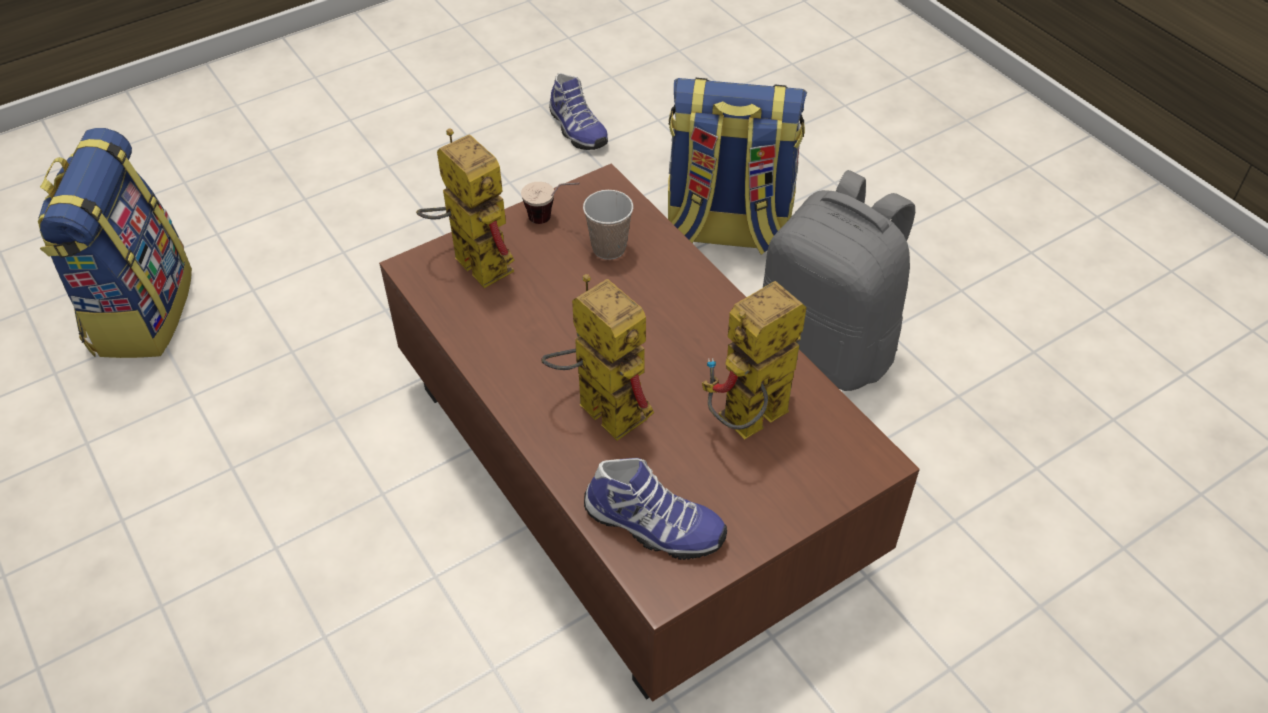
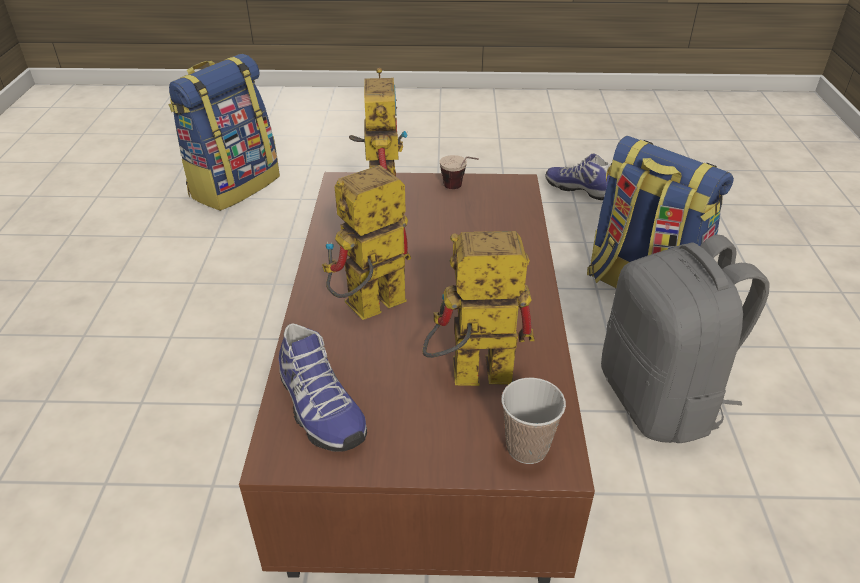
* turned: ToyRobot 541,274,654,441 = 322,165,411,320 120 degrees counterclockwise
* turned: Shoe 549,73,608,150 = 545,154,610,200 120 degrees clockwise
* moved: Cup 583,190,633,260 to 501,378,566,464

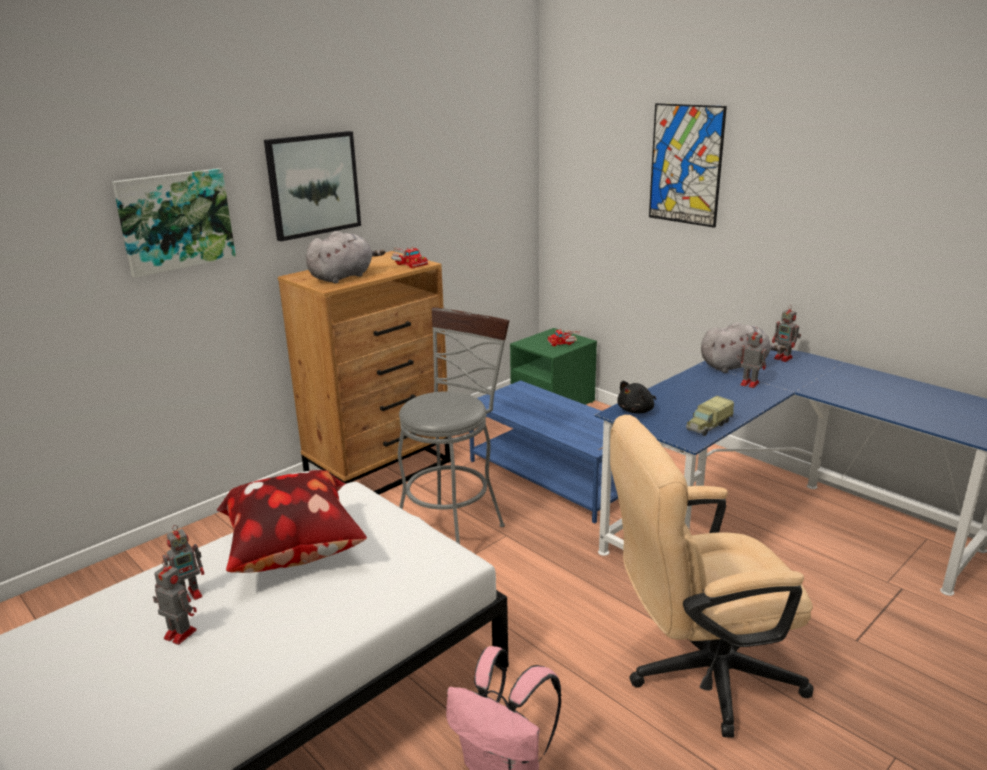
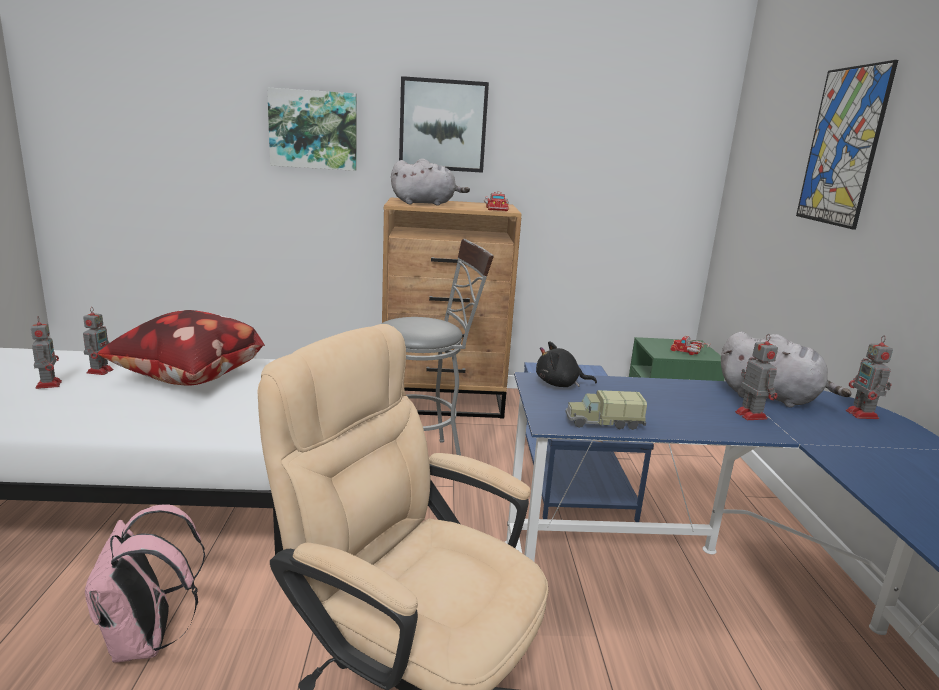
* turned: ToyRobot 162,525,204,603 = 83,307,113,375 90 degrees counterclockwise

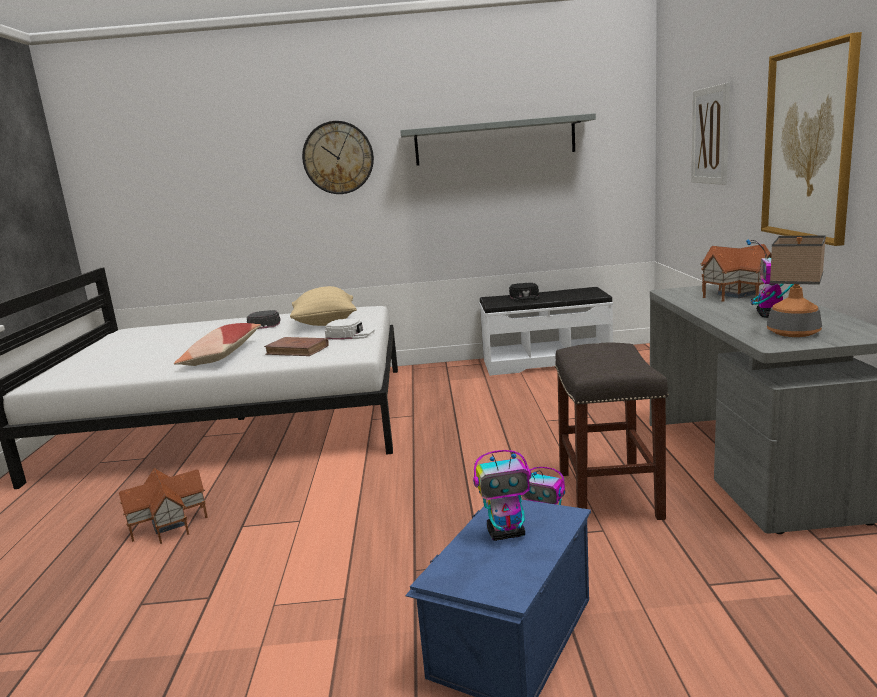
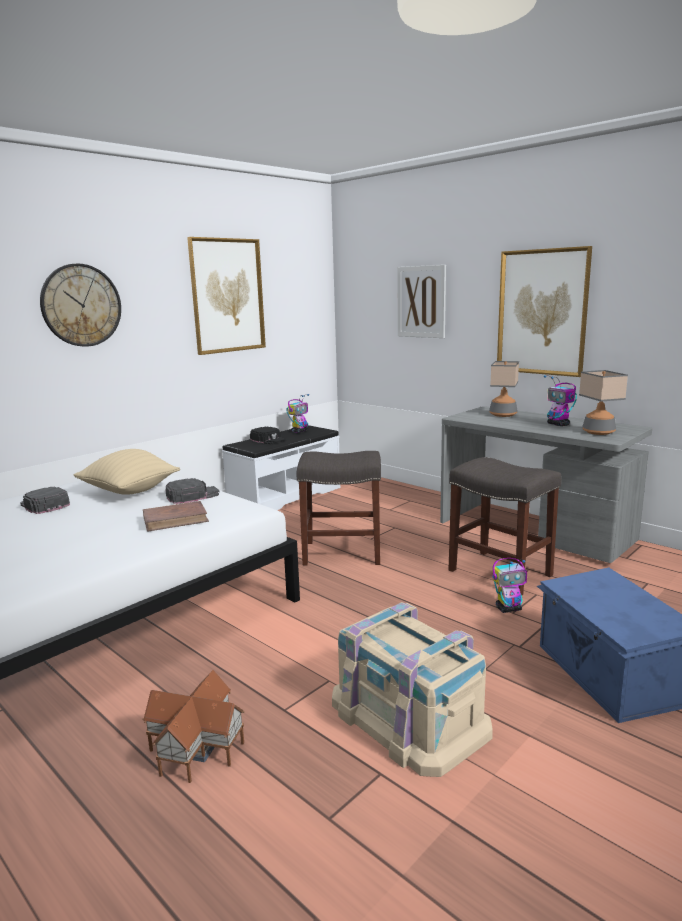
* removed: Pillow 174,323,261,366
* recoloured: WhiteCap 325,319,375,340 to BlackCap 165,478,220,504
* replaced: GreyShelf 400,113,596,165 to Picture 187,237,266,355
* moved: ToyRobot 473,450,531,541 to 286,394,309,433
* replaced: ToyHouse 701,244,771,302 to TableLamp 489,361,519,417
* added: GreyStool 296,451,381,565
* added: BeigeStorageBox 332,602,493,777

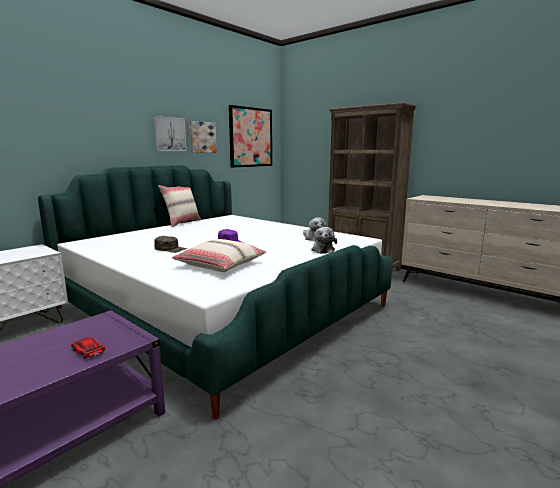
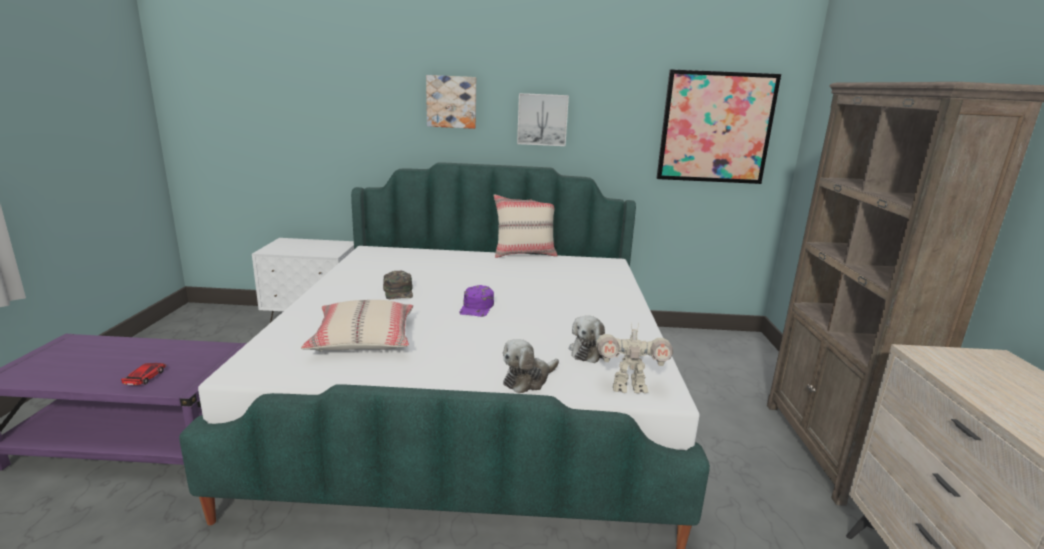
* moved: Picture 189,121,217,153 to 426,75,476,129
* added: ToyRobot 596,323,673,394

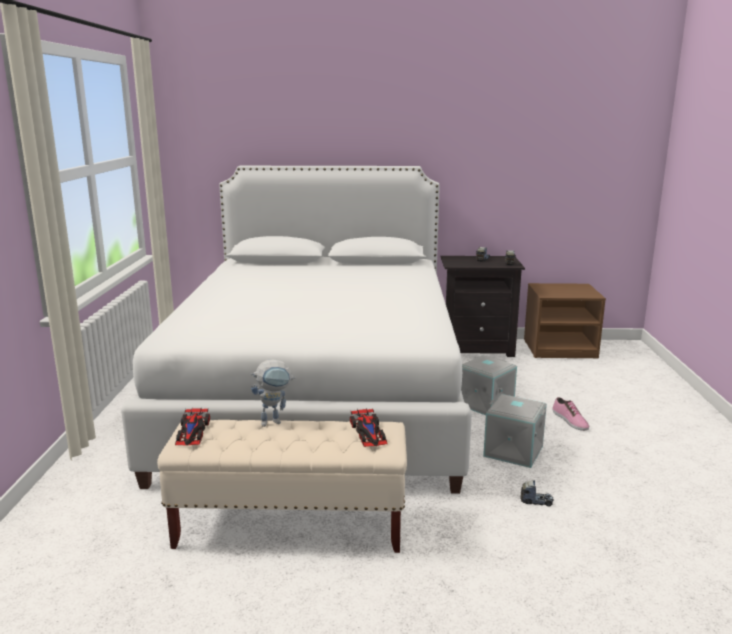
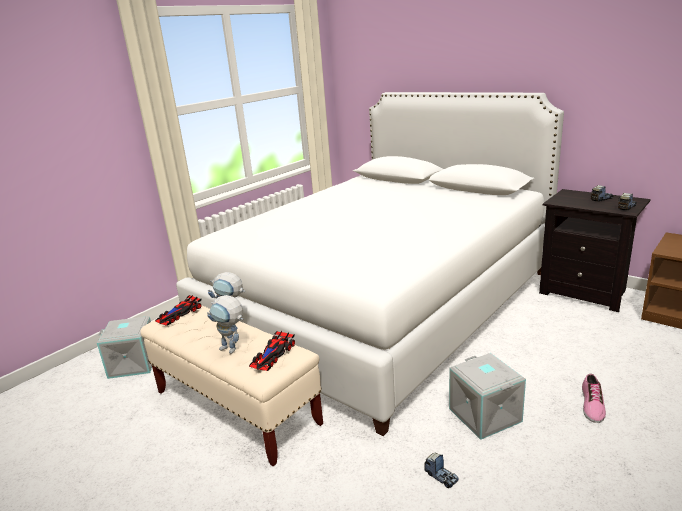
* moved: GreyStorageBox 461,355,517,415 to 97,316,152,379
* added: ToyRobot 207,295,244,354

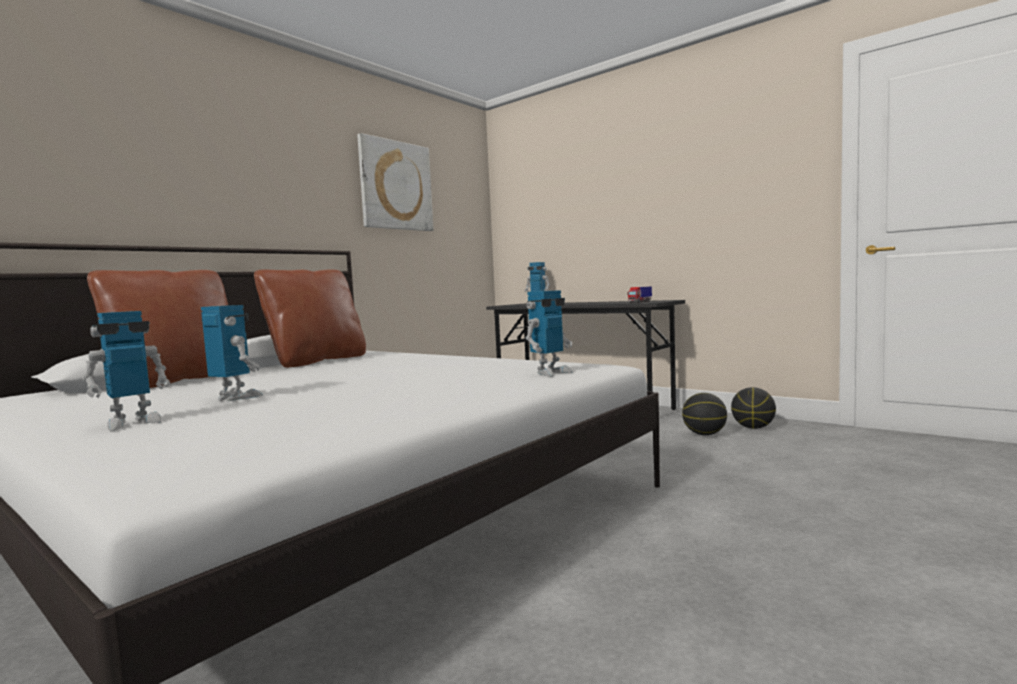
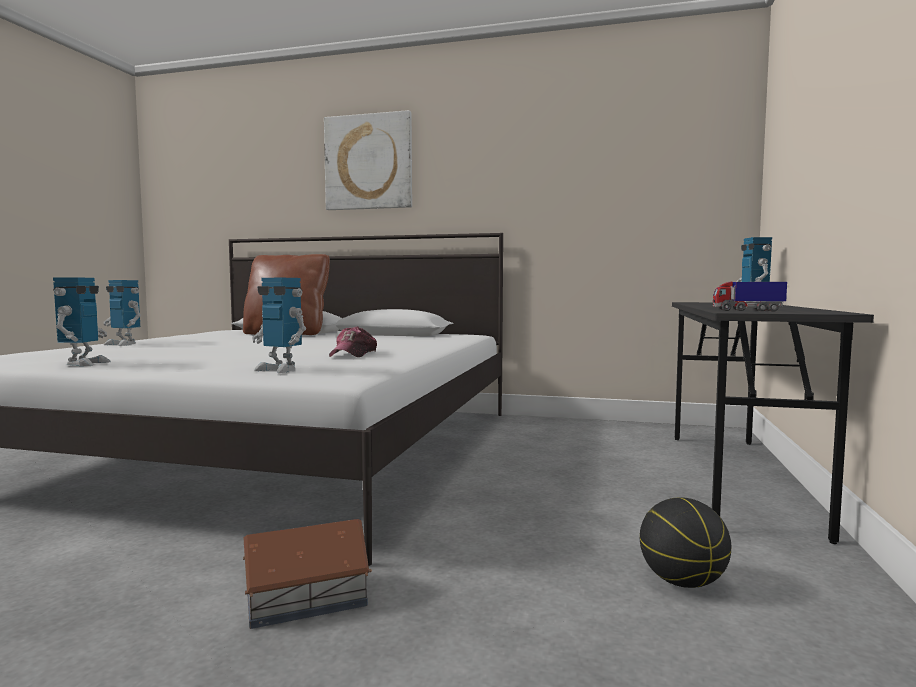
* moved: ToyRobot 201,305,263,401 to 53,277,111,366
* removed: BrownPillow 254,269,366,368
* moved: Picture 357,133,434,231 to 324,110,412,210
* removed: Basketball 731,387,776,429
* added: ToyHouse 243,519,372,629
* added: Cap 329,327,377,357

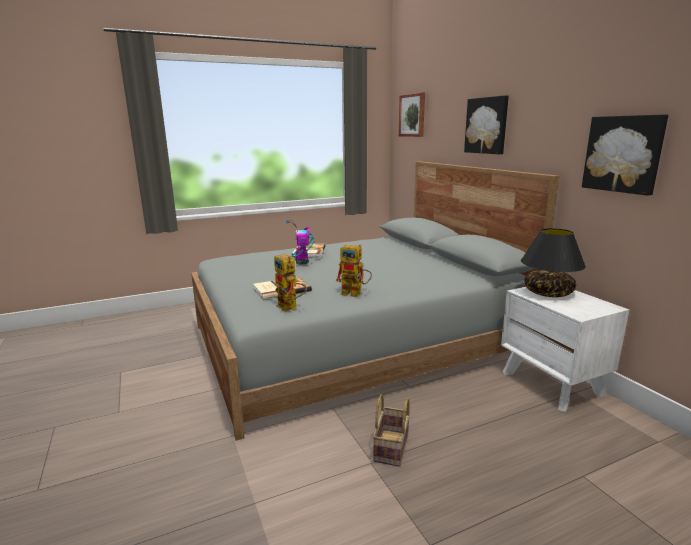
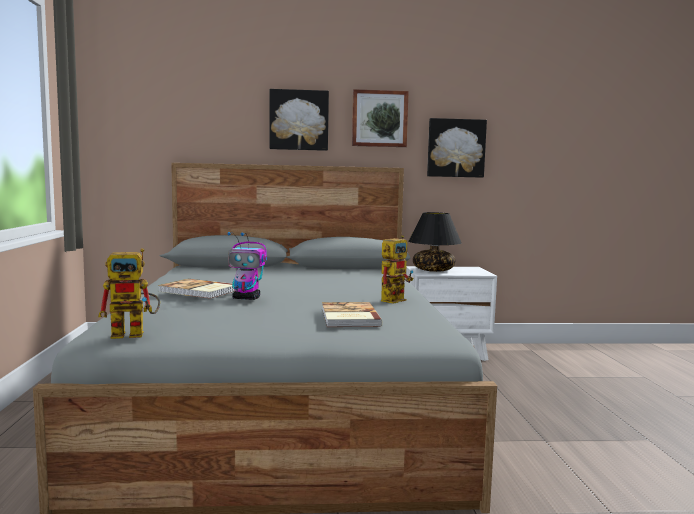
* moved: ToyRobot 274,254,307,312 to 98,248,160,339
* removed: Basket 373,394,410,467
* moved: Picture 399,93,425,137 to 352,89,409,147

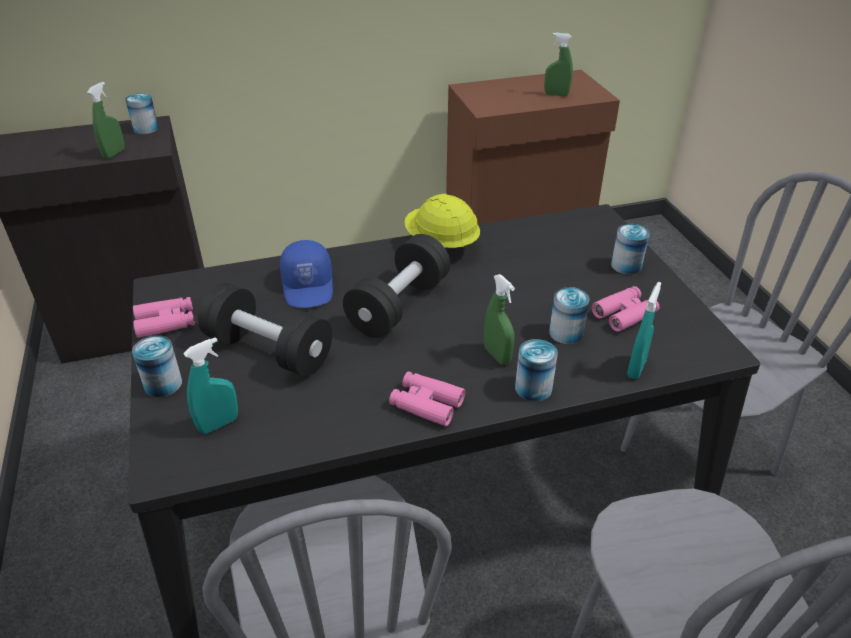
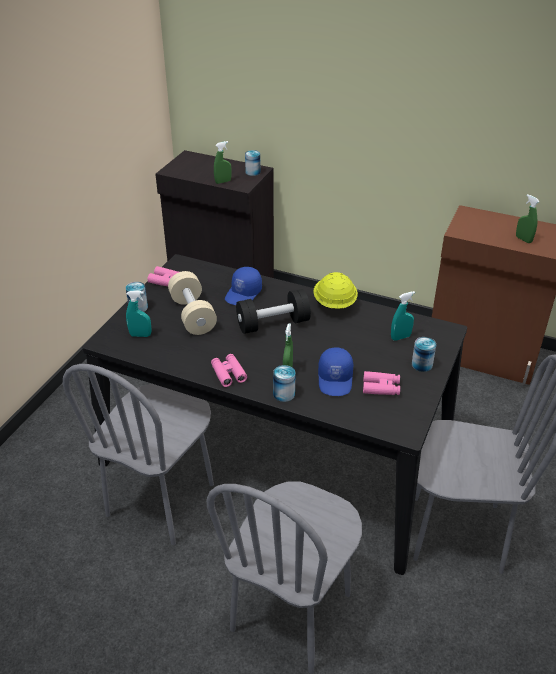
* recoloured: BlackDumbbell 198,283,332,377 to BeigeDumbbell 168,271,217,335
* replaced: Can 549,287,589,344 to BlueCap 318,347,353,396
* moved: TurquoiseSprayBottle 627,282,661,379 to 391,291,415,341

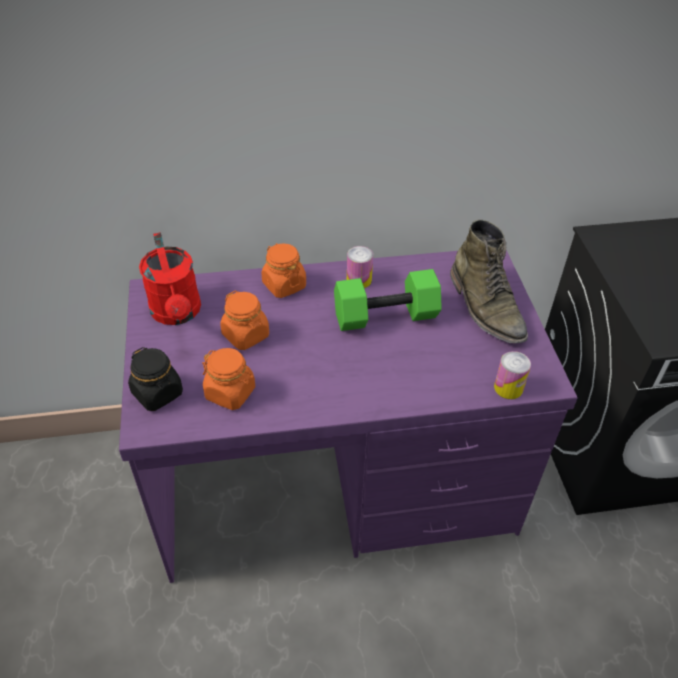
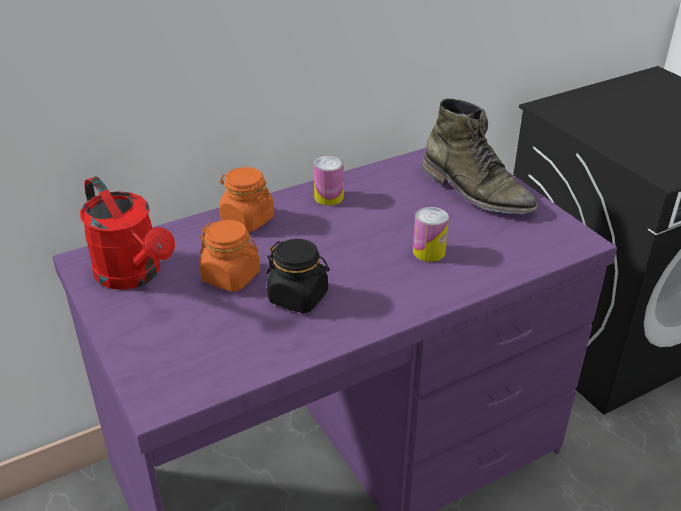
* moved: BlackJar 128,347,183,411 to 267,239,330,313
* removed: OrangeJar 202,348,255,410
* removed: GreenDumbbell 334,269,442,331
* moved: Can 494,351,531,399 to 413,207,449,262

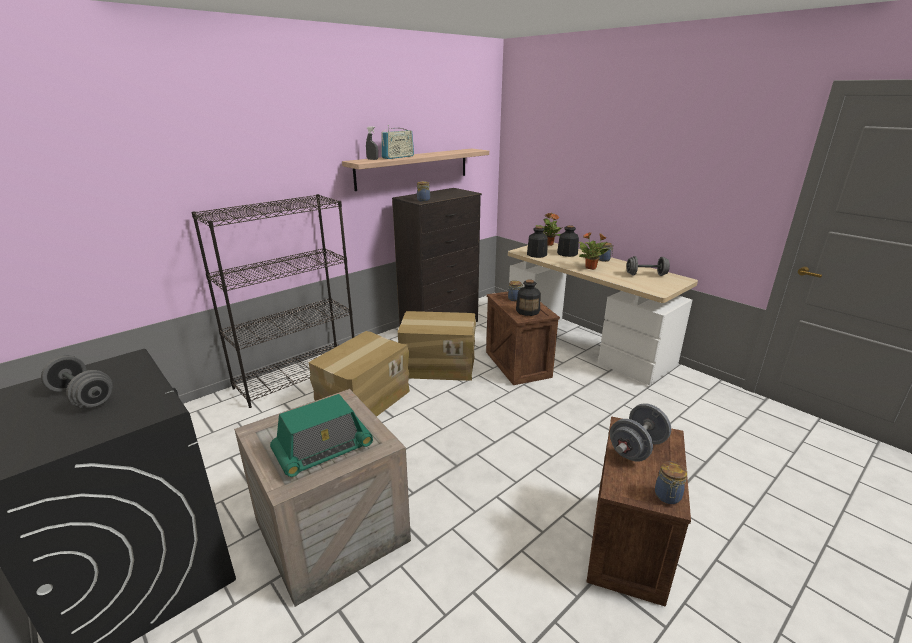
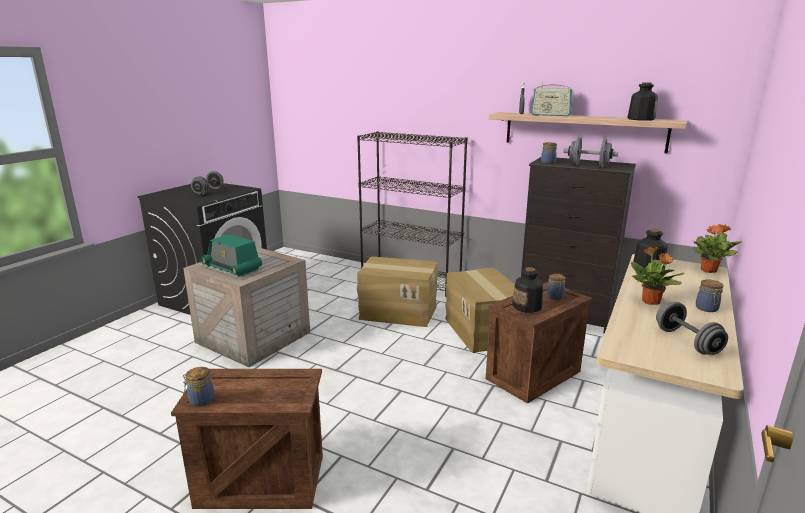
* moved: Bottle 557,225,579,257 to 627,82,658,121
* moved: GreyDumbbell 610,403,671,462 to 564,137,618,168

